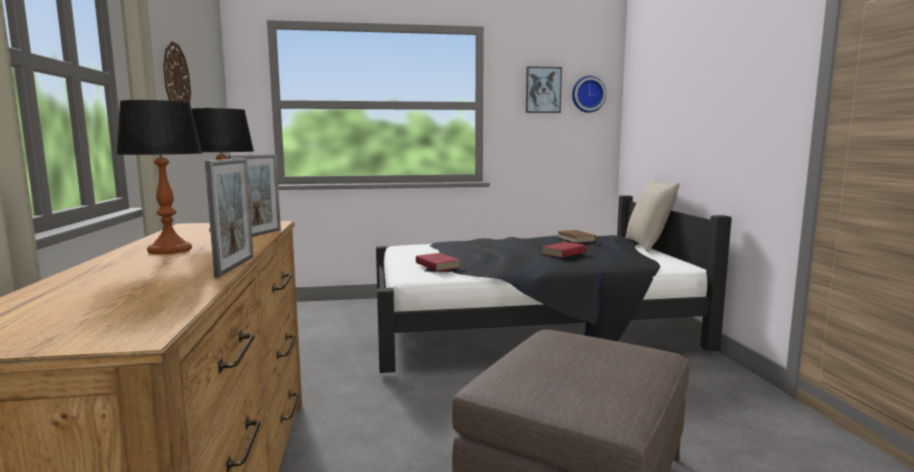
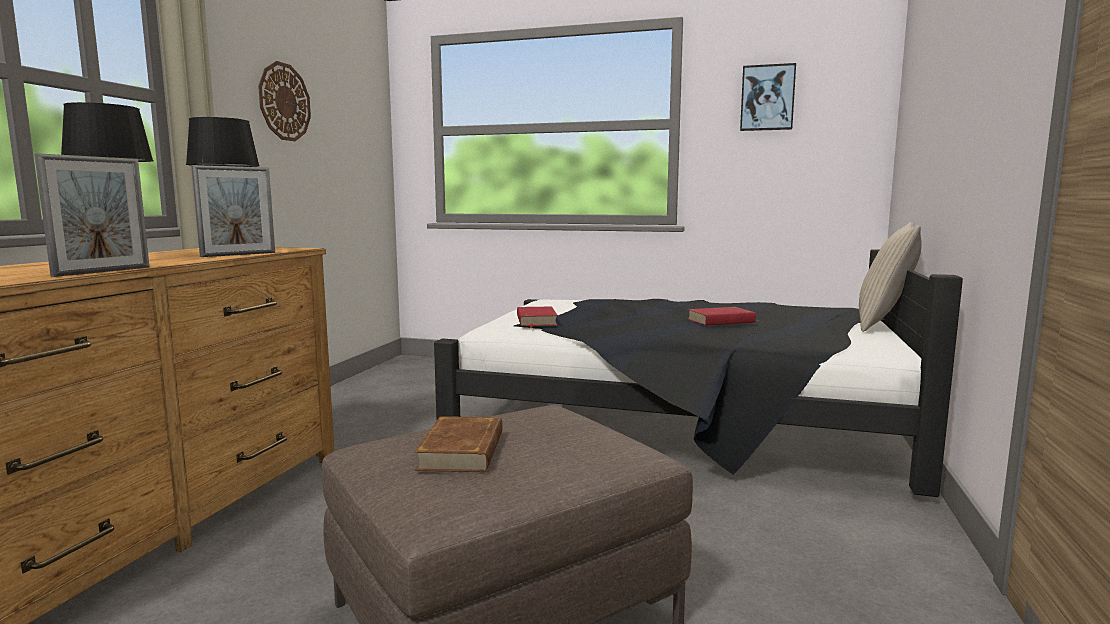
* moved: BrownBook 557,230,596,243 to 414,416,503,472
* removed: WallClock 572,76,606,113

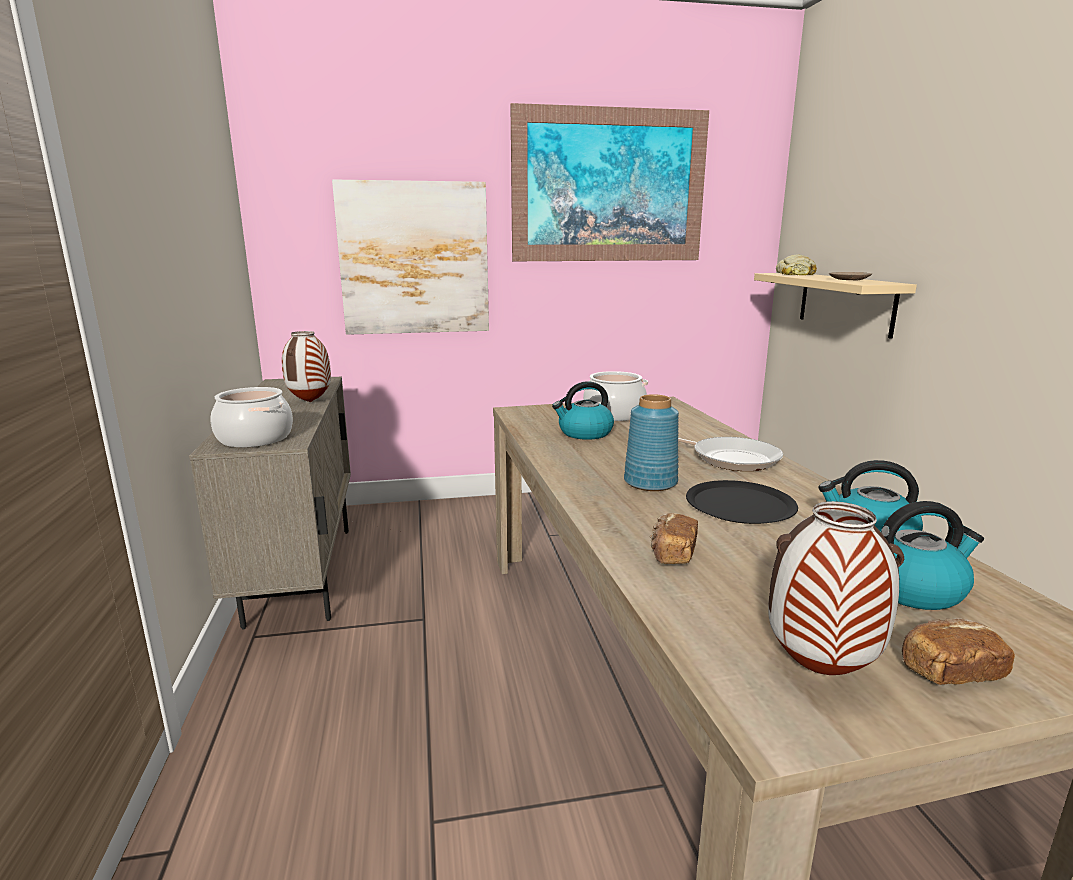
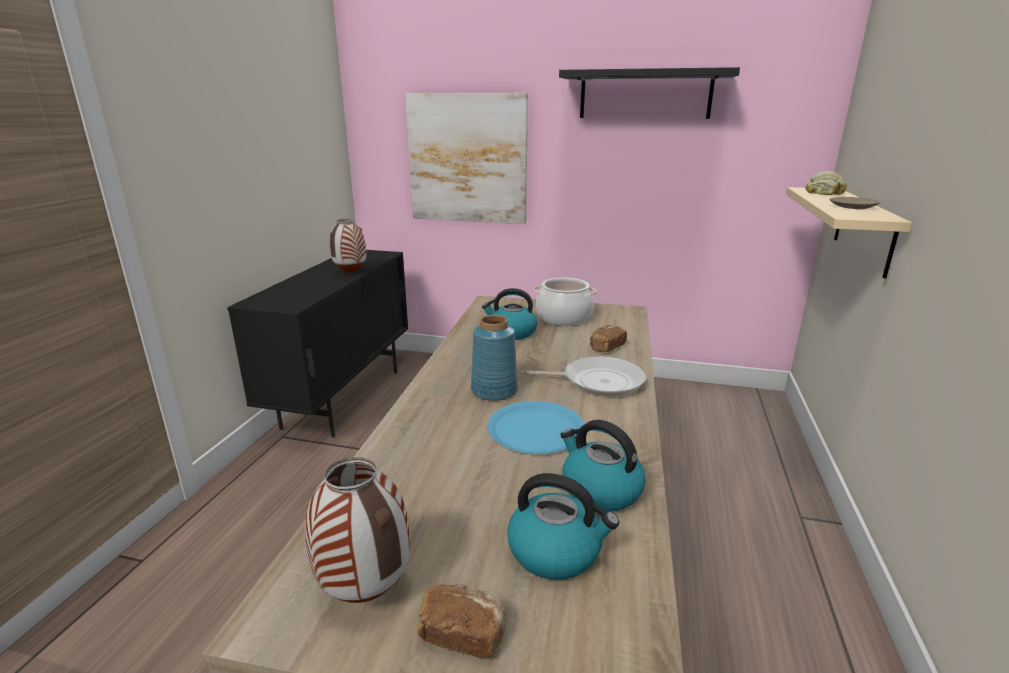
* recoloured: BeigeCabinet 189,377,351,630 to BlackCabinet 227,250,408,438
* removed: CookingPot 210,387,293,447
* replaced: Picture 510,103,709,261 to BlackShelf 559,67,740,119
* moved: Bread 650,513,698,564 to 590,325,627,352
* turned: FryingPan 678,437,783,471 = 521,356,646,397 60 degrees counterclockwise
* recoloured: BlackPlate 686,480,798,524 to BluePlate 487,401,584,454

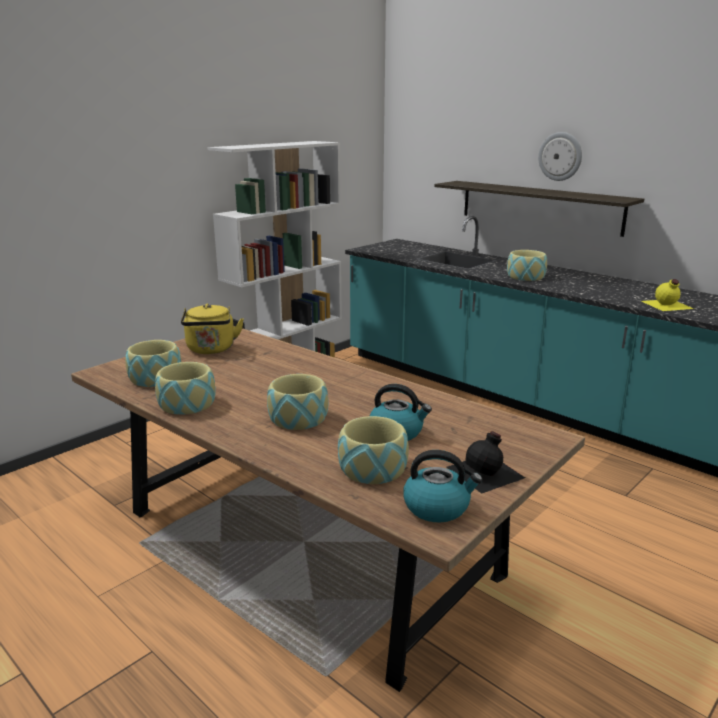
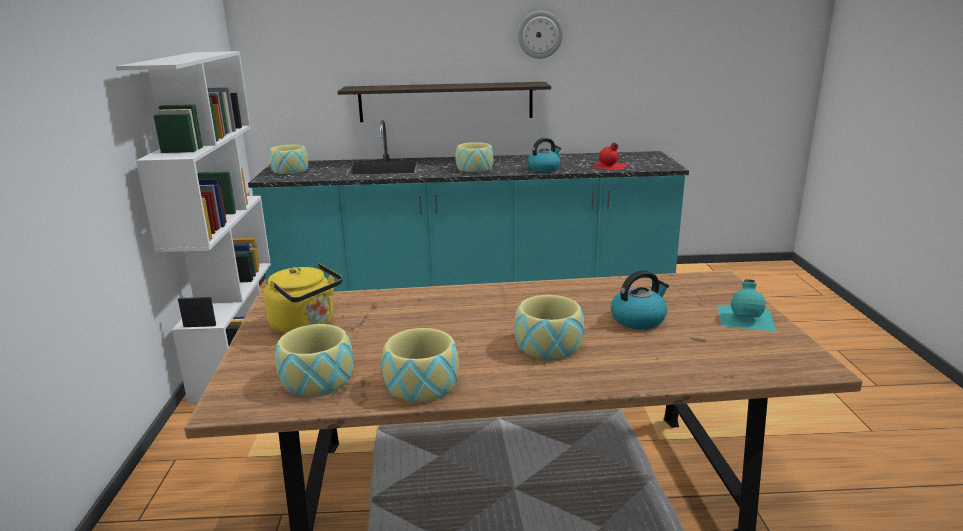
* moved: Bowl 338,416,409,484 to 269,144,309,174
* moved: Kettle 403,450,483,522 to 527,138,561,172
* recoloured: BlackBottle 446,431,525,494 to TurquoiseBottle 718,279,776,331
* moved: WallClock 538,132,582,181 to 518,11,563,59
* recoloured: YellowBottle 642,279,694,311 to RedBottle 591,143,629,170

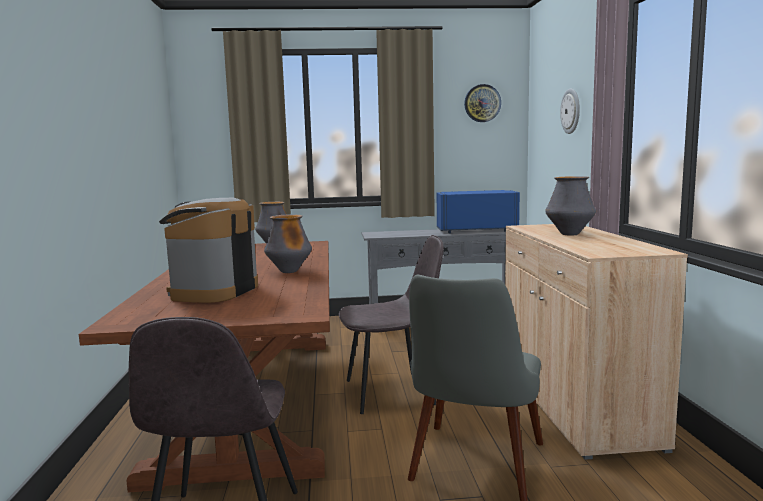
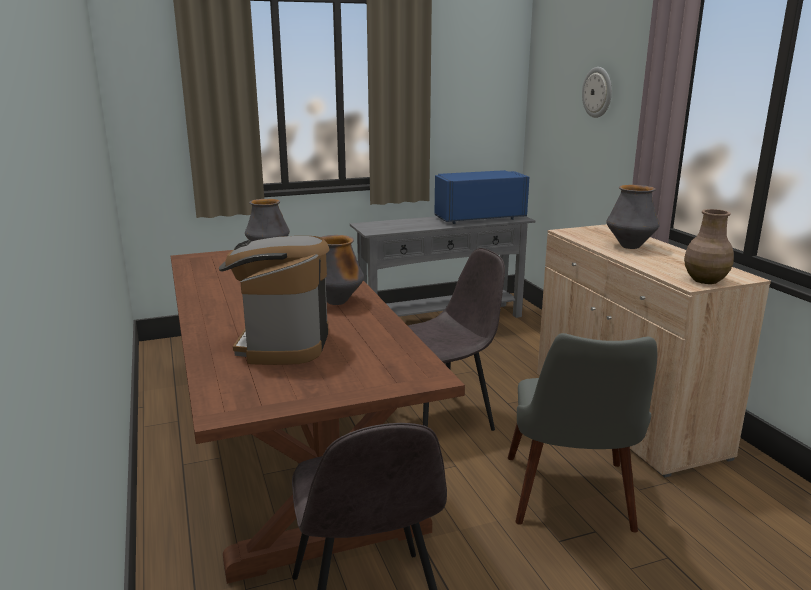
* removed: WallClock 464,84,501,122
* added: BrownVase 684,209,734,284

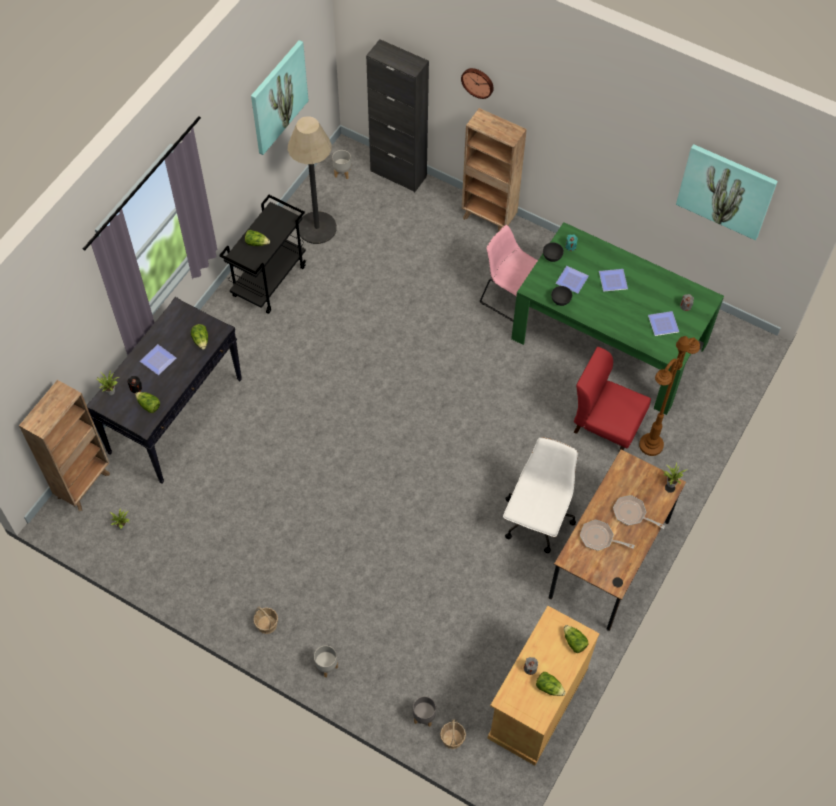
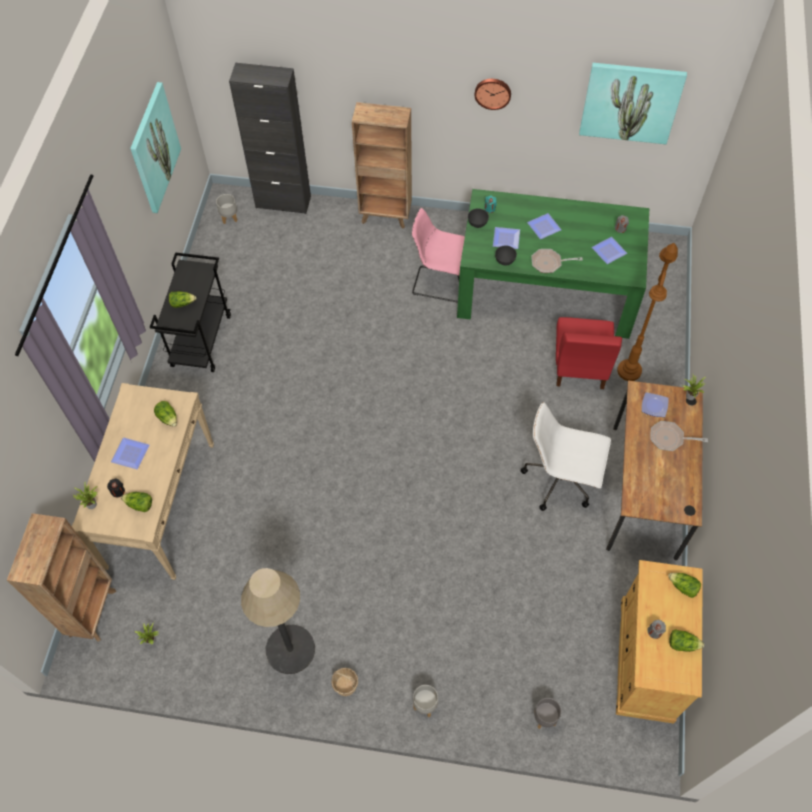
* recoloured: BlackConsoleTable 87,297,242,483 to BeigeConsoleTable 72,383,214,580
* moved: FloorLamp 288,116,337,244 to 241,568,315,674
* removed: Basket 440,719,466,749
* moved: WallClock 461,68,494,99 to 474,79,511,110
* turned: WhiteOfficeChair 503,437,578,553 = 521,402,611,511 75 degrees counterclockwise
* turned: RedChair 574,347,651,450 = 556,317,622,389 90 degrees counterclockwise
* moved: FryingPan 580,519,635,551 to 531,249,583,273
* added: Plate 642,393,669,417

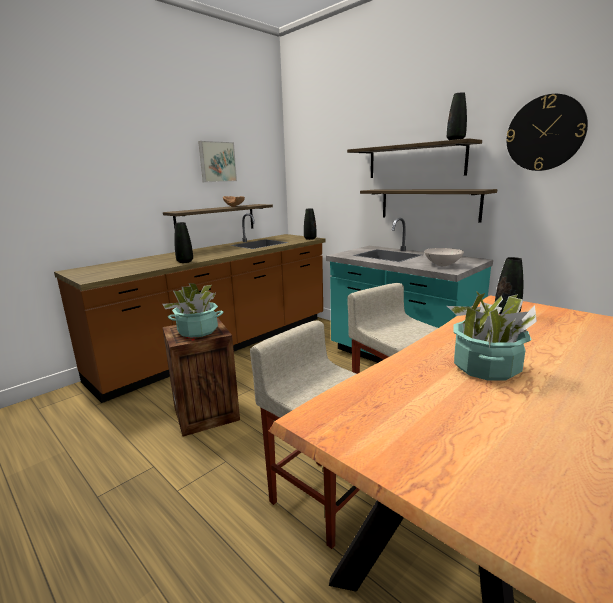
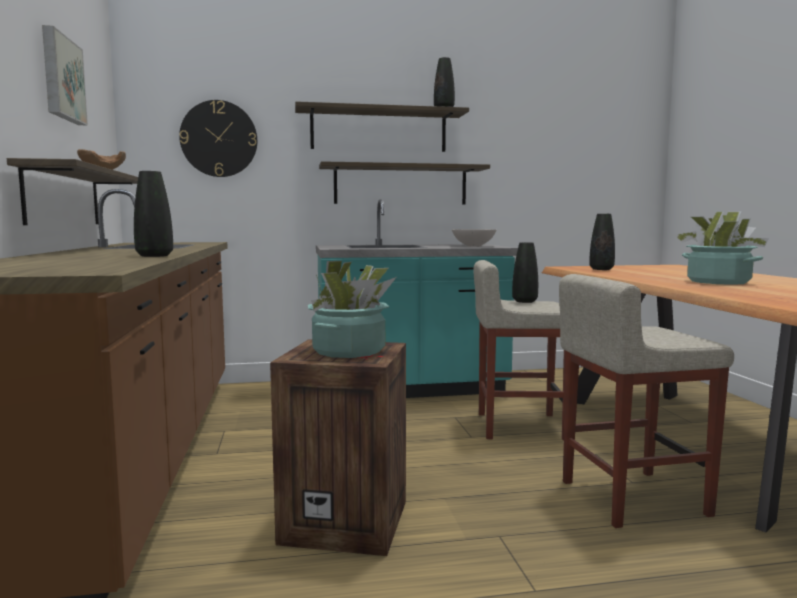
* moved: BlackVase 304,209,317,240 to 512,242,538,303
* moved: WallClock 506,94,588,171 to 179,100,257,177

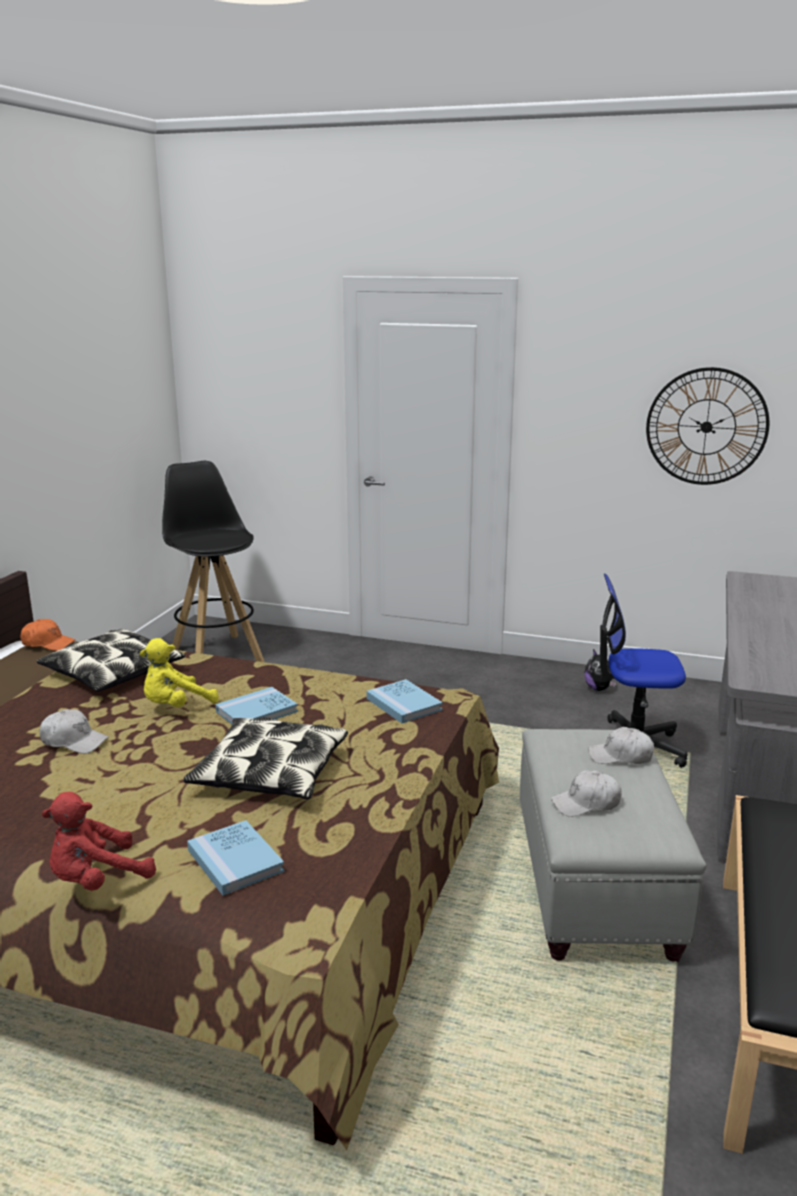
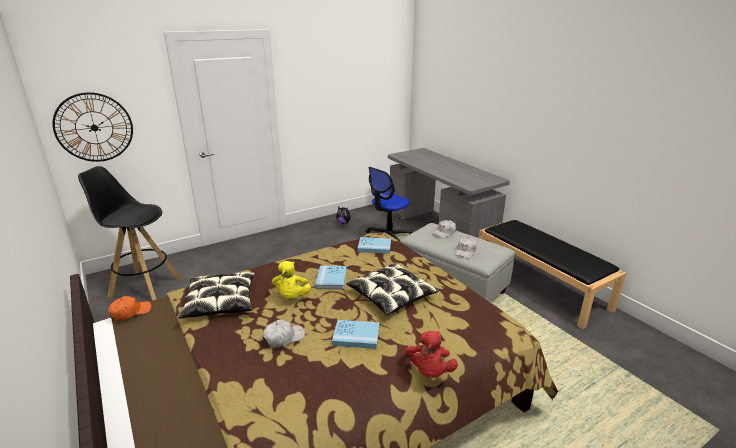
* moved: BlueBook 187,820,284,896 to 332,320,379,349
* moved: WallClock 646,367,769,485 to 53,92,133,162

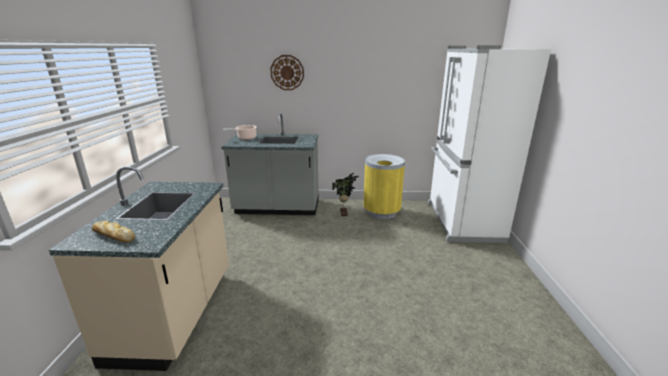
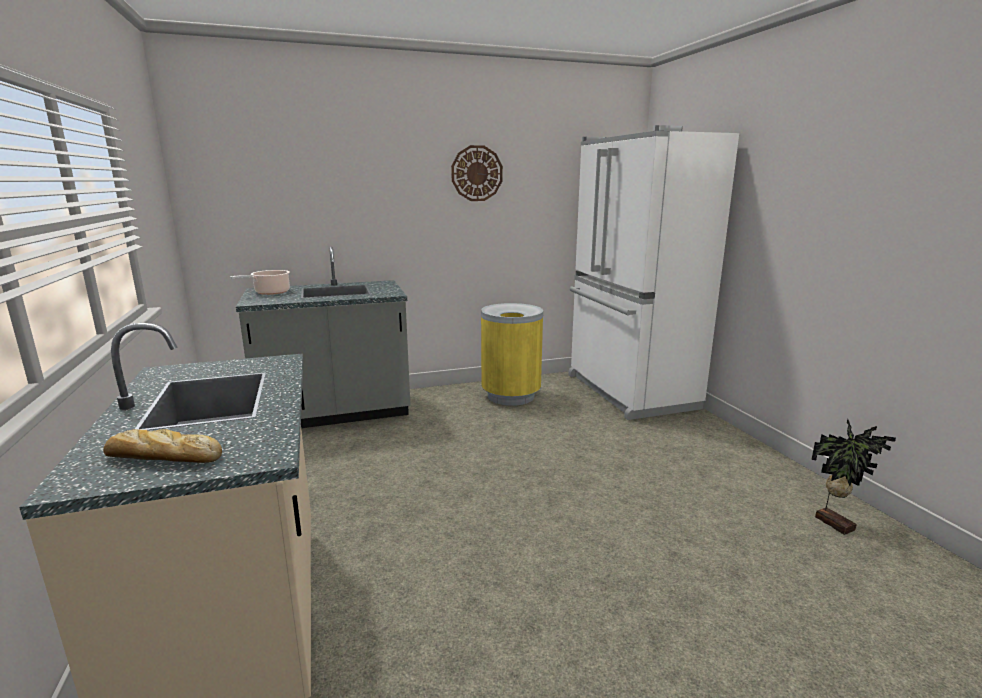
* moved: WallClock 270,55,304,90 to 451,145,503,201
* moved: PottedPlant 333,173,359,216 to 811,419,896,535

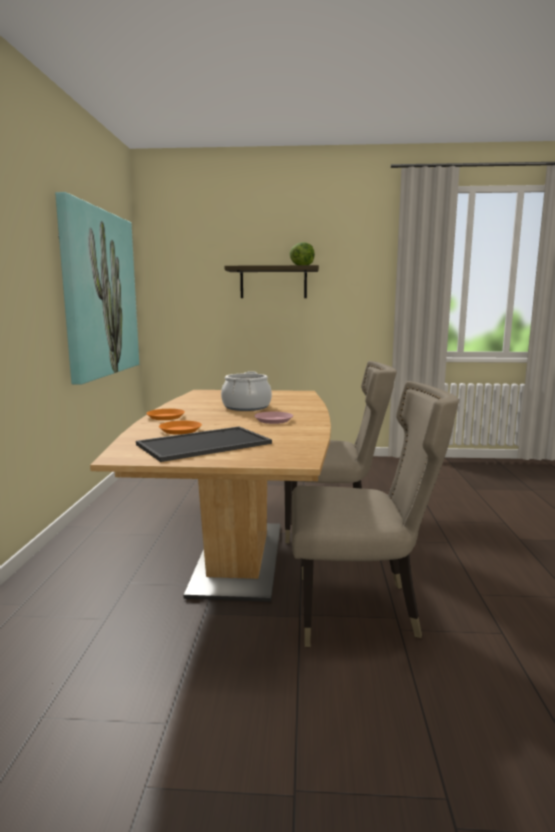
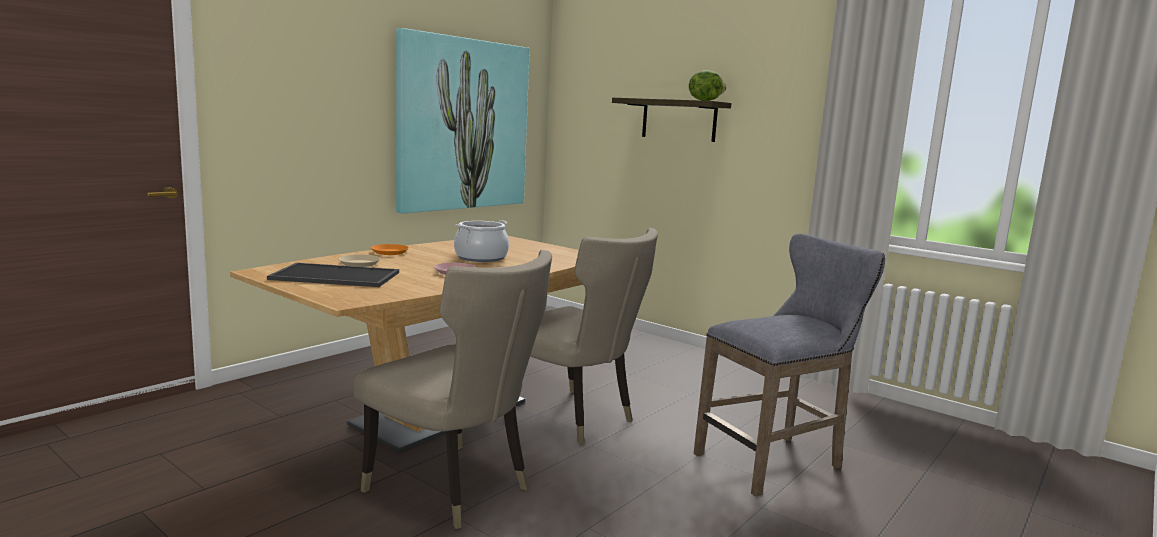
* recoloured: OrangePlate 159,421,202,435 to BeigePlate 338,255,380,267
* added: GreyStool 693,233,885,497

